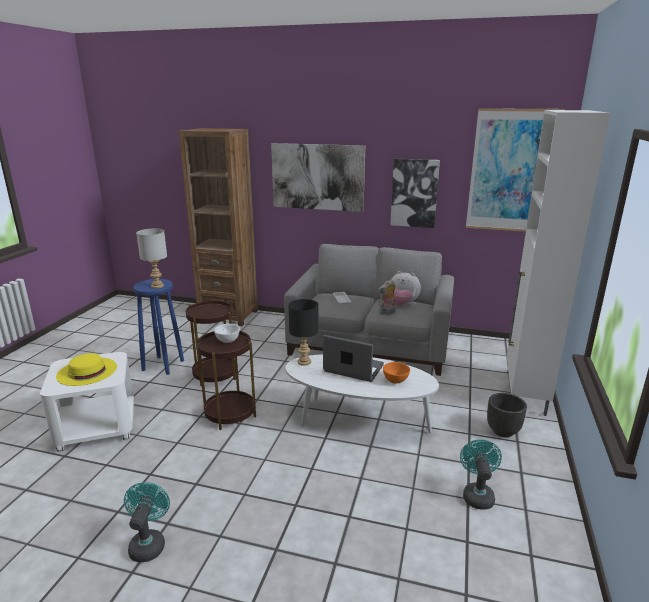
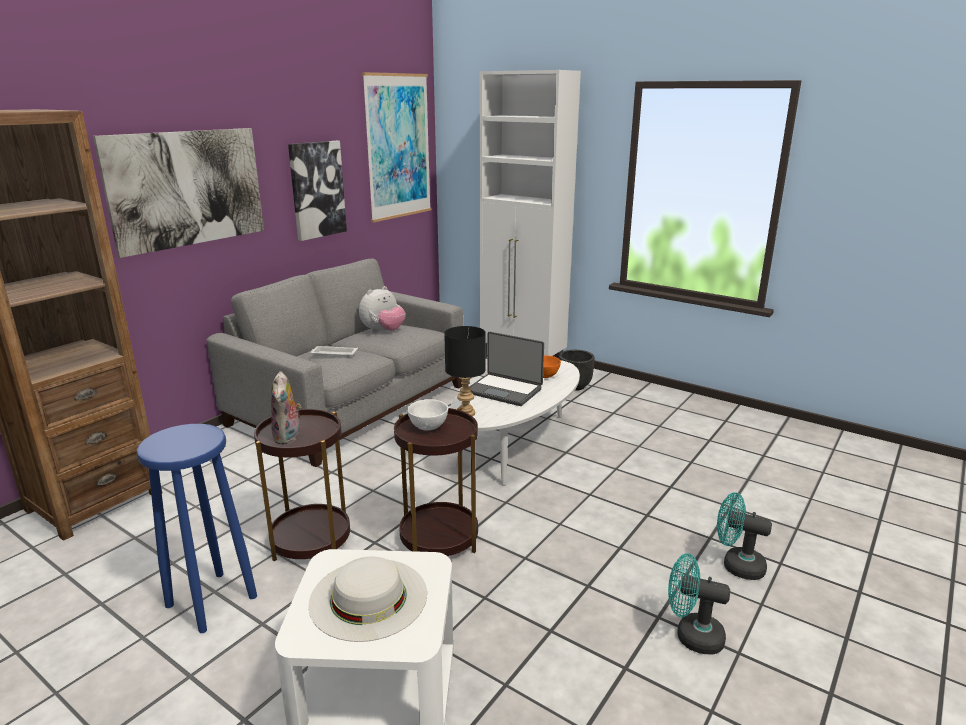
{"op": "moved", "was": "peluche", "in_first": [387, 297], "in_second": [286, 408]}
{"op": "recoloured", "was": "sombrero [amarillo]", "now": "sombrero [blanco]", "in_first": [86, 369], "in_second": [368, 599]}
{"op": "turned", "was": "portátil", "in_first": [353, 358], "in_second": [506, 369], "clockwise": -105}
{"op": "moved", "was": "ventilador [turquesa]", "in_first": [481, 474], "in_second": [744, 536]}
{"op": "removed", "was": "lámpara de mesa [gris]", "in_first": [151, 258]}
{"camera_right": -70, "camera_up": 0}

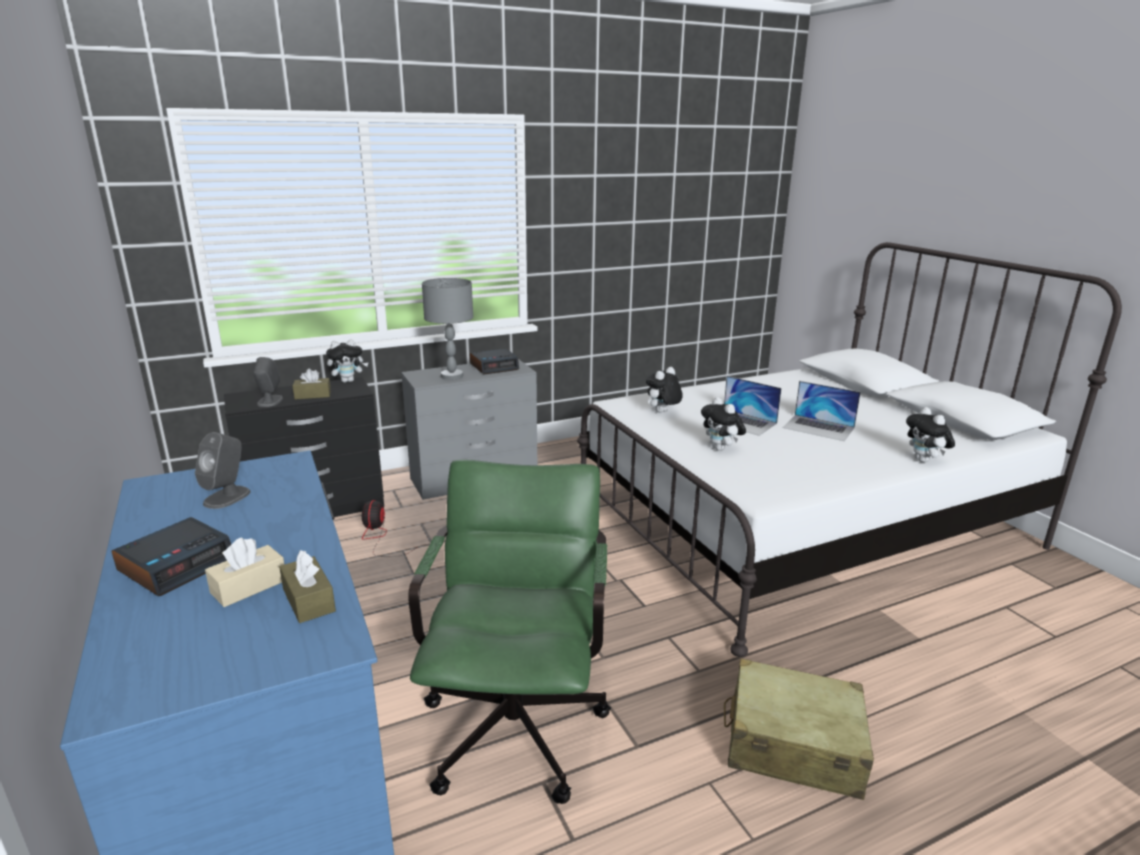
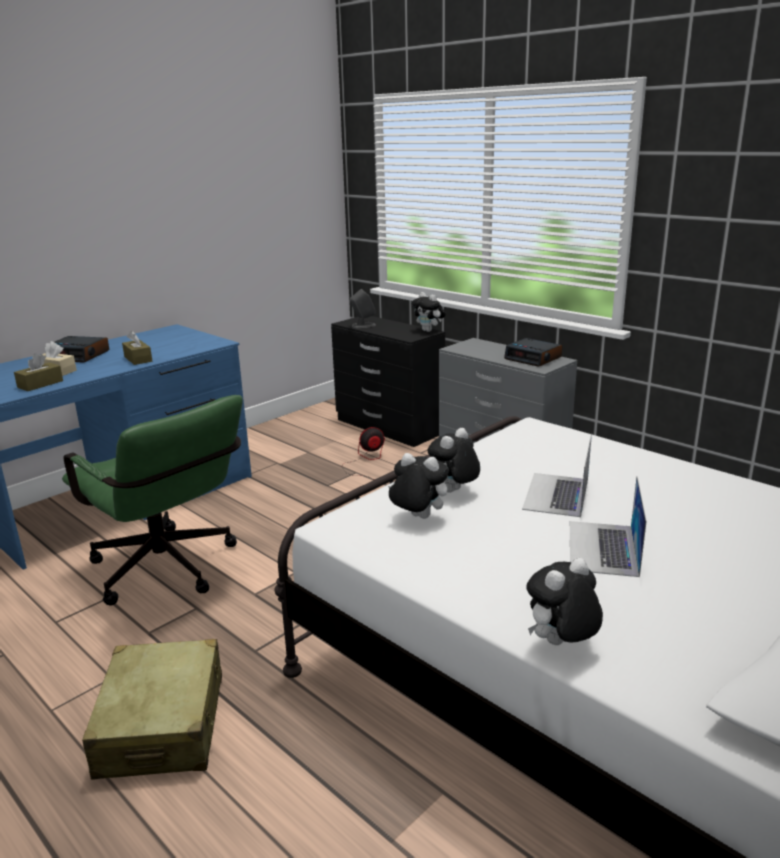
{"op": "turned", "was": "silla de oficina [verde]", "in_first": [509, 632], "in_second": [152, 500], "clockwise": 60}
{"op": "moved", "was": "caja de pañuelos [marrón]", "in_first": [312, 384], "in_second": [137, 348]}
{"op": "moved", "was": "peluche", "in_first": [664, 390], "in_second": [418, 486]}
{"op": "removed", "was": "altavoz [gris]", "in_first": [223, 470]}
{"op": "removed", "was": "lámpara de mesa [gris]", "in_first": [447, 329]}
{"camera_right": 70, "camera_up": 0}

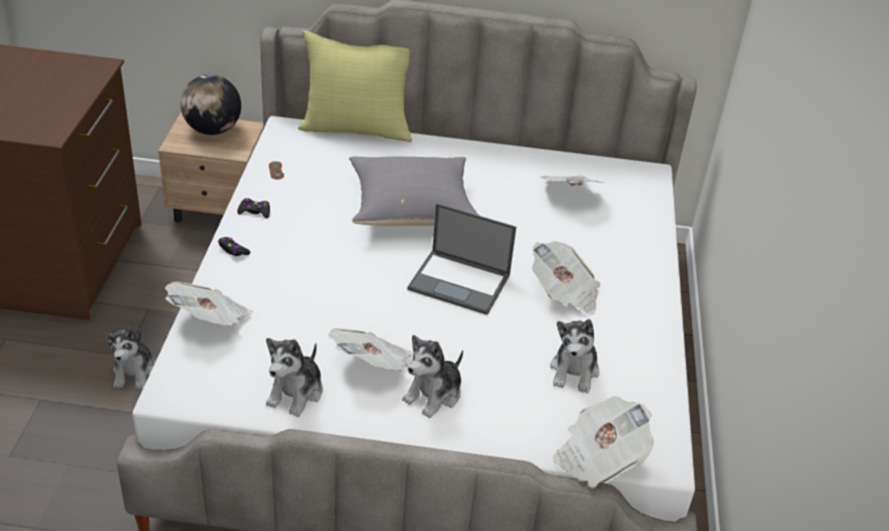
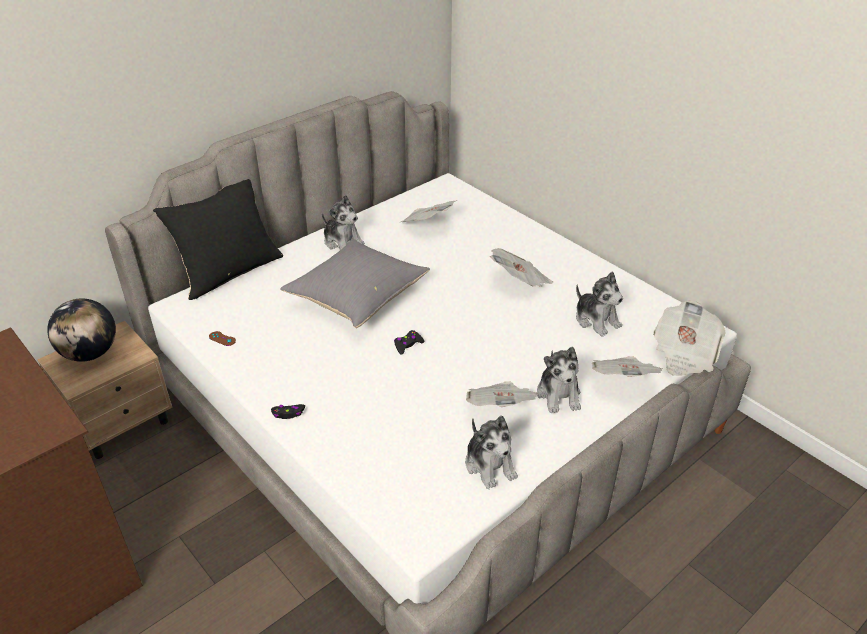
{"op": "recoloured", "was": "cojín [amarillo]", "now": "cojín [negro]", "in_first": [355, 86], "in_second": [218, 239]}
{"op": "moved", "was": "peluche", "in_first": [129, 359], "in_second": [343, 222]}
{"op": "moved", "was": "mando de consola [negro]", "in_first": [253, 208], "in_second": [409, 342]}
{"op": "moved", "was": "periódico", "in_first": [209, 304], "in_second": [627, 366]}
{"op": "removed", "was": "portátil", "in_first": [461, 259]}
{"camera_right": -45, "camera_up": 0}

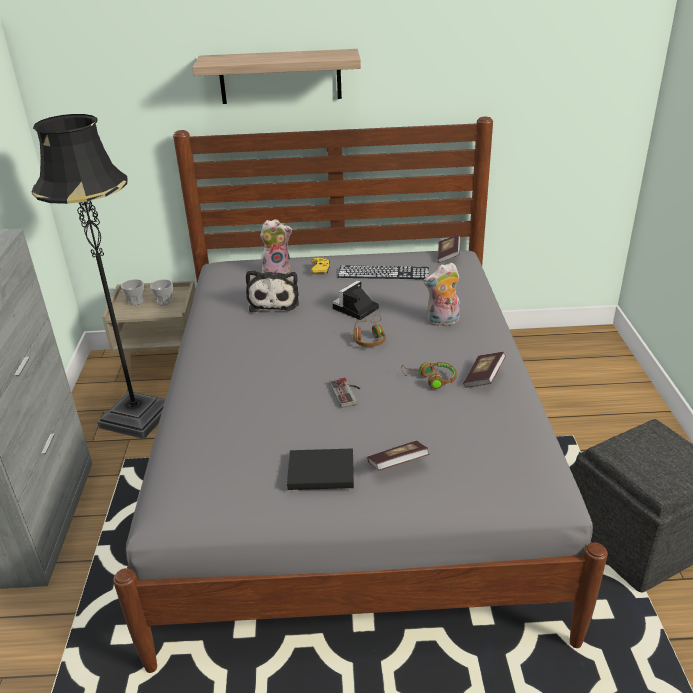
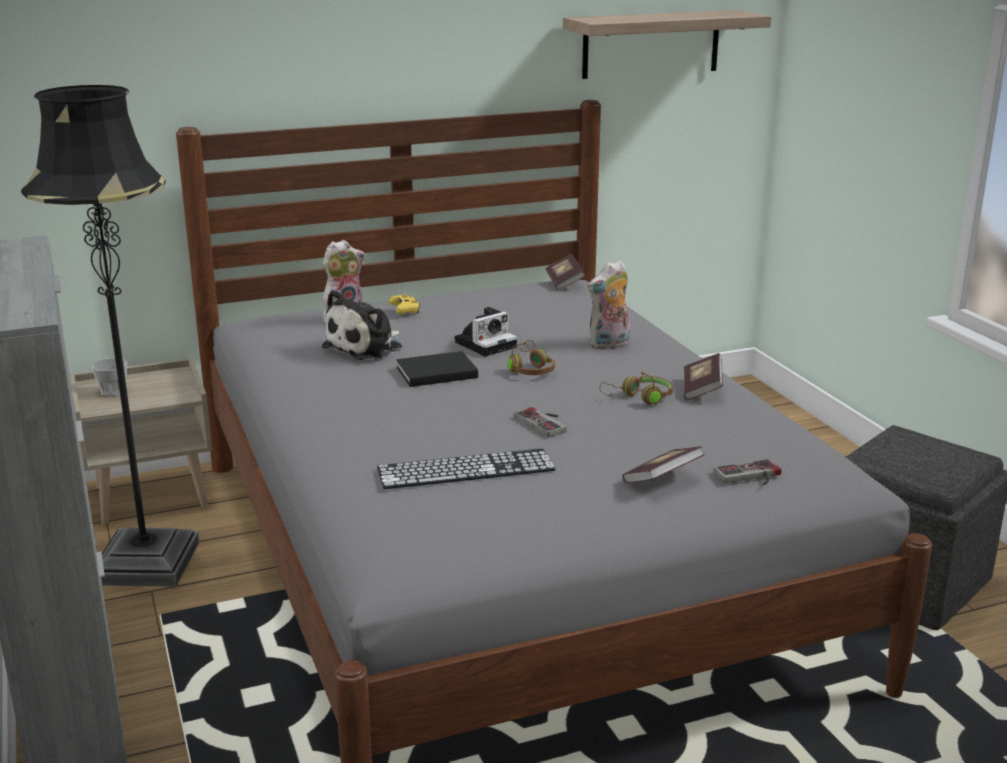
{"op": "turned", "was": "peluche", "in_first": [272, 291], "in_second": [362, 325], "clockwise": 60}
{"op": "moved", "was": "teclado", "in_first": [383, 272], "in_second": [466, 469]}
{"op": "moved", "was": "libro [negro]", "in_first": [320, 469], "in_second": [437, 369]}
{"op": "turned", "was": "cámara", "in_first": [355, 300], "in_second": [486, 332], "clockwise": -150}
{"op": "moved", "was": "estante", "in_first": [276, 76], "in_second": [667, 44]}
{"op": "added", "now": "mando de consola", "in_second": [747, 472]}
{"op": "removed", "was": "taza", "in_first": [161, 292]}
{"camera_right": -20, "camera_up": -10}

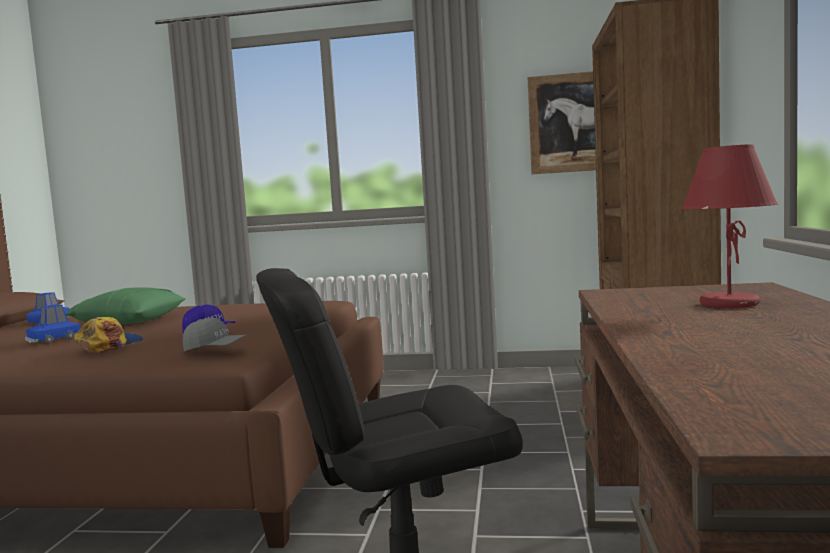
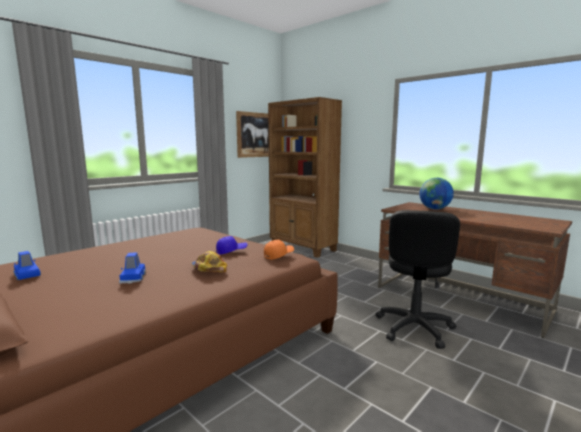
{"op": "recoloured", "was": "gorra [gris]", "now": "gorra [naranja]", "in_first": [215, 334], "in_second": [279, 250]}
{"op": "replaced", "was": "lámpara de mesa [rojo]", "now": "globo terráqueo", "in_first": [730, 226], "in_second": [436, 193]}
{"op": "removed", "was": "cojín [verde]", "in_first": [125, 305]}
{"camera_right": -55, "camera_up": 5}

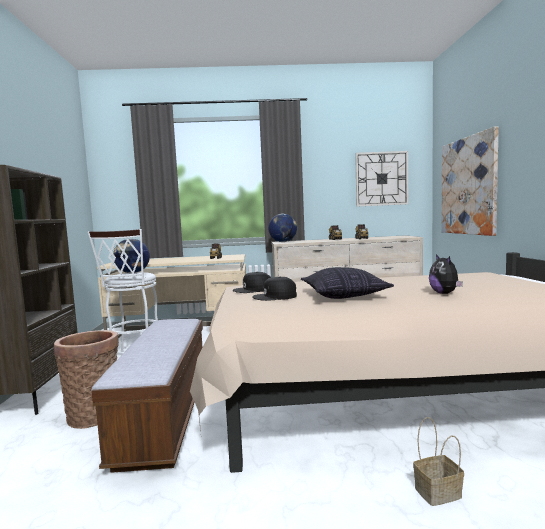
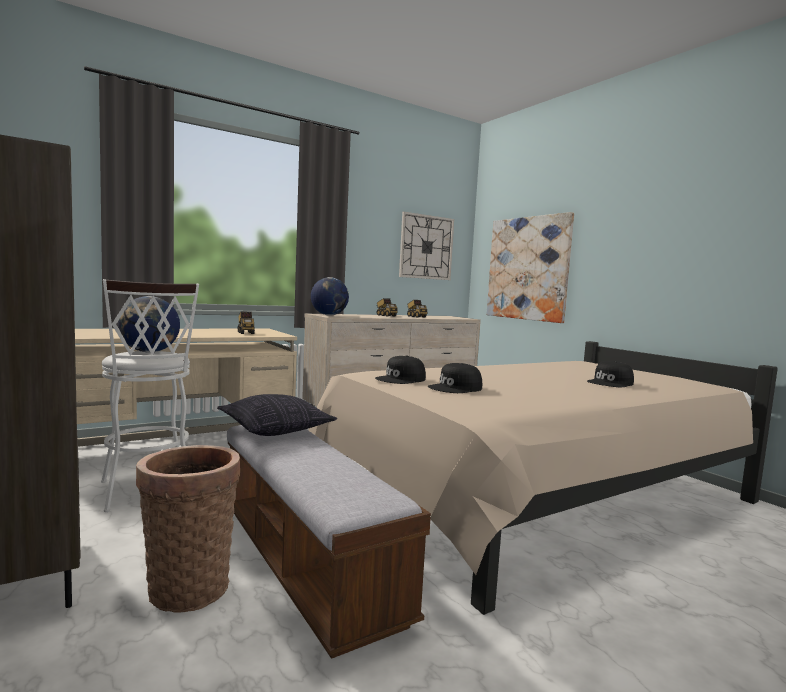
{"op": "moved", "was": "cojín", "in_first": [347, 283], "in_second": [277, 415]}
{"op": "replaced", "was": "peluche", "now": "gorra [negro]", "in_first": [446, 274], "in_second": [610, 374]}
{"op": "removed", "was": "cesta", "in_first": [438, 461]}
{"camera_right": -30, "camera_up": 0}

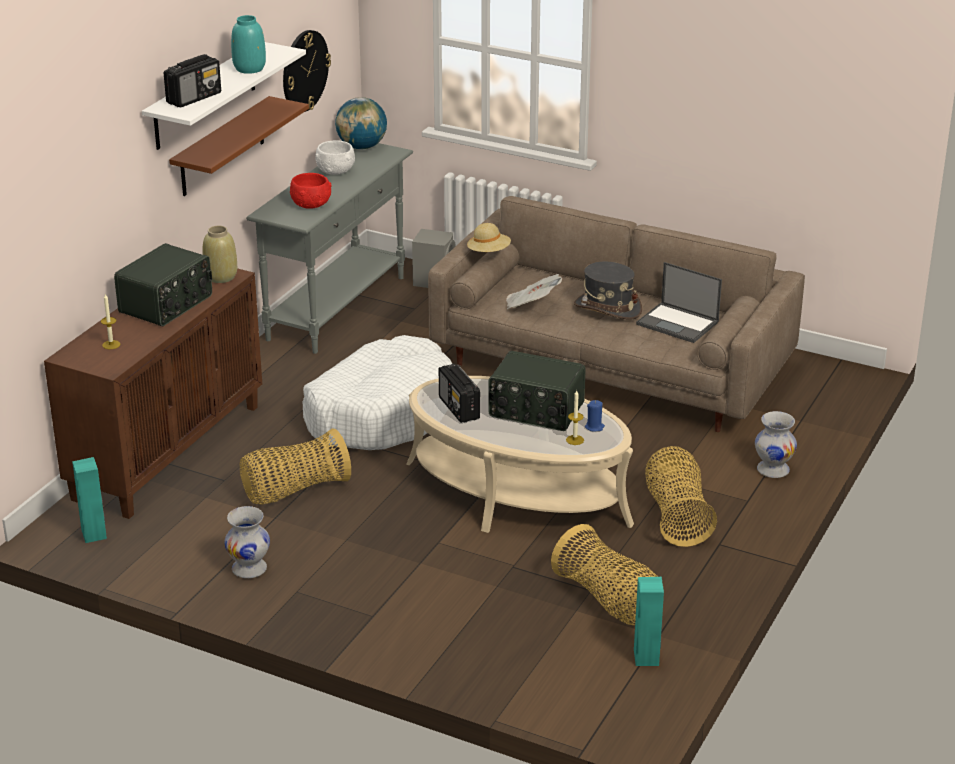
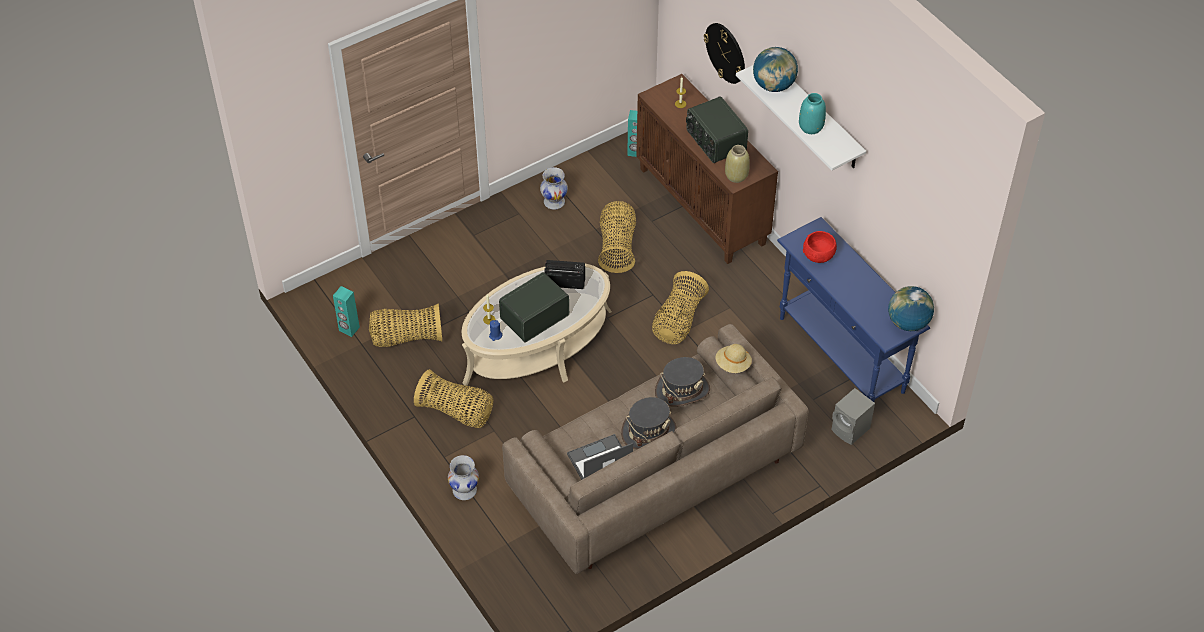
{"op": "replaced", "was": "cama para perro [blanco]", "now": "cesta", "in_first": [377, 392], "in_second": [680, 307]}
{"op": "replaced", "was": "periódico", "now": "sombrero [gris]", "in_first": [534, 291], "in_second": [682, 382]}
{"op": "moved", "was": "reloj de pared", "in_first": [307, 71], "in_second": [724, 53]}
{"op": "replaced", "was": "radio", "now": "globo terráqueo", "in_first": [192, 81], "in_second": [775, 69]}
{"op": "recoloured", "was": "mesa consola [gris]", "now": "mesa consola [azul]", "in_first": [329, 248], "in_second": [853, 309]}
{"op": "removed", "was": "estante [marrón]", "in_first": [239, 146]}
{"op": "removed", "was": "cuenco [blanco]", "in_first": [335, 157]}
{"camera_right": 120, "camera_up": 20}

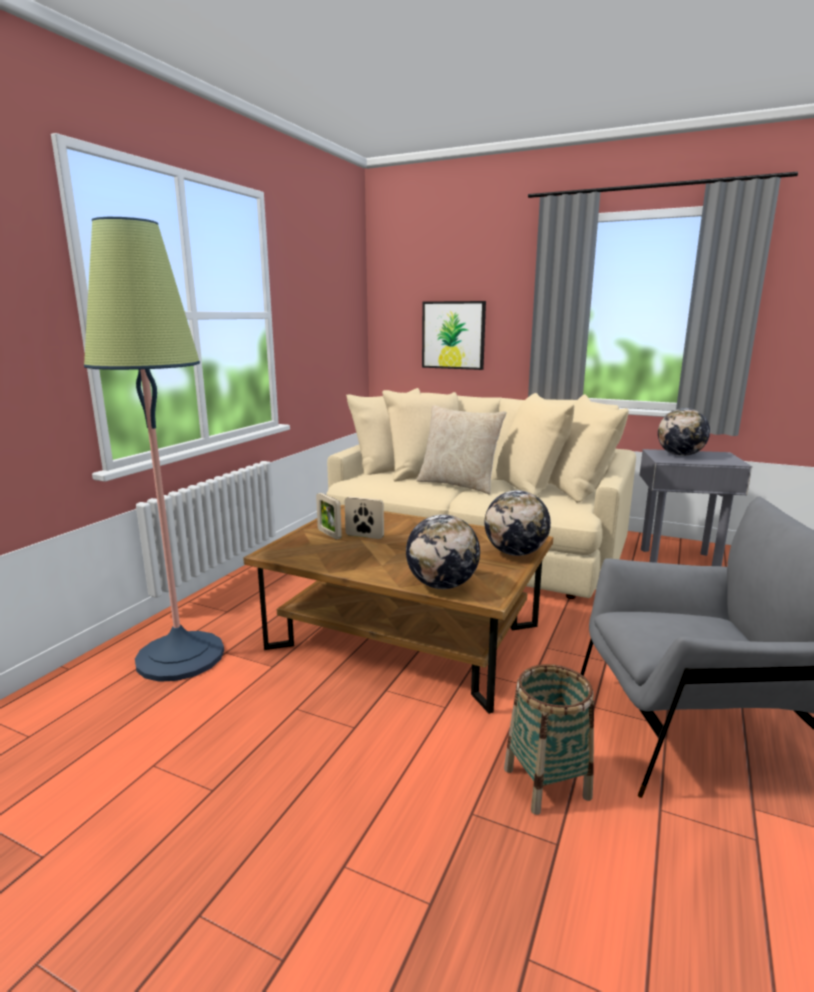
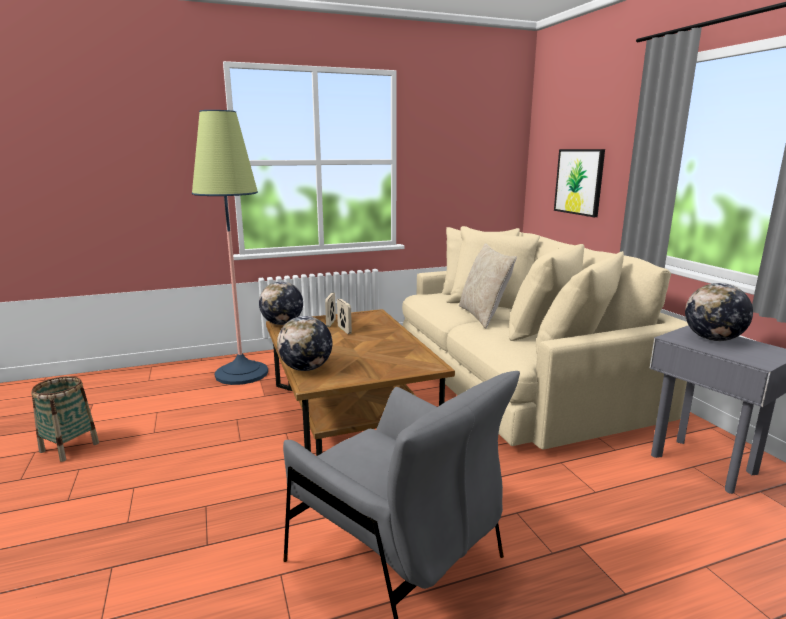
{"op": "moved", "was": "cesta", "in_first": [549, 739], "in_second": [65, 419]}
{"op": "moved", "was": "globo terráqueo", "in_first": [518, 523], "in_second": [281, 303]}
{"camera_right": 45, "camera_up": 0}

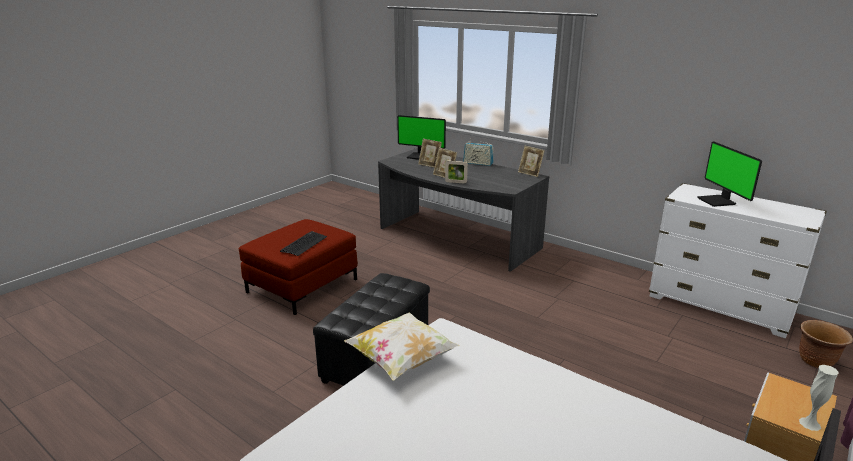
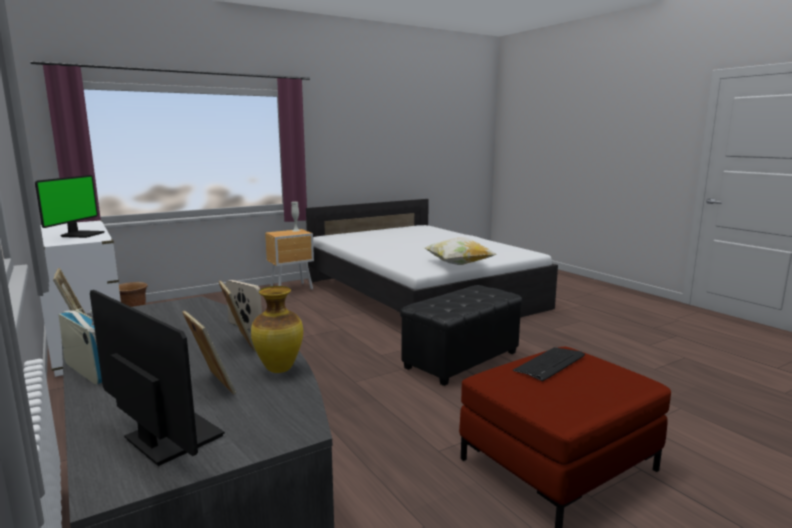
{"op": "added", "now": "florero", "in_second": [277, 329]}
{"camera_right": -160, "camera_up": -10}

